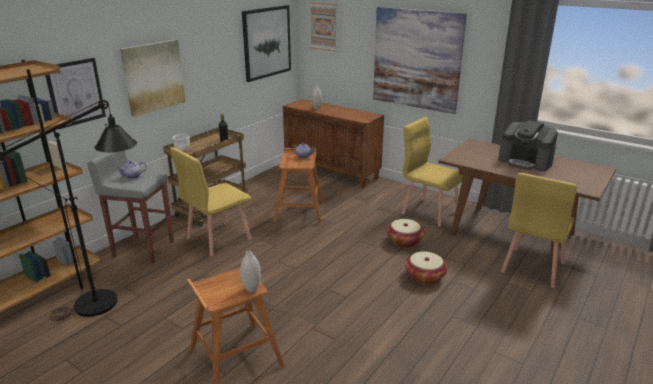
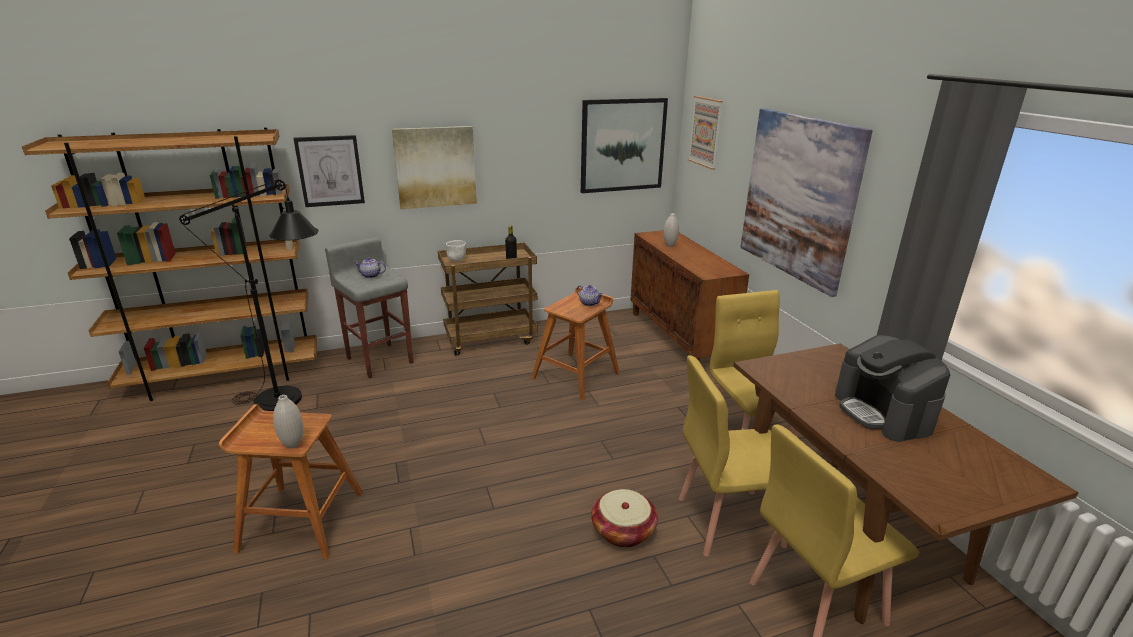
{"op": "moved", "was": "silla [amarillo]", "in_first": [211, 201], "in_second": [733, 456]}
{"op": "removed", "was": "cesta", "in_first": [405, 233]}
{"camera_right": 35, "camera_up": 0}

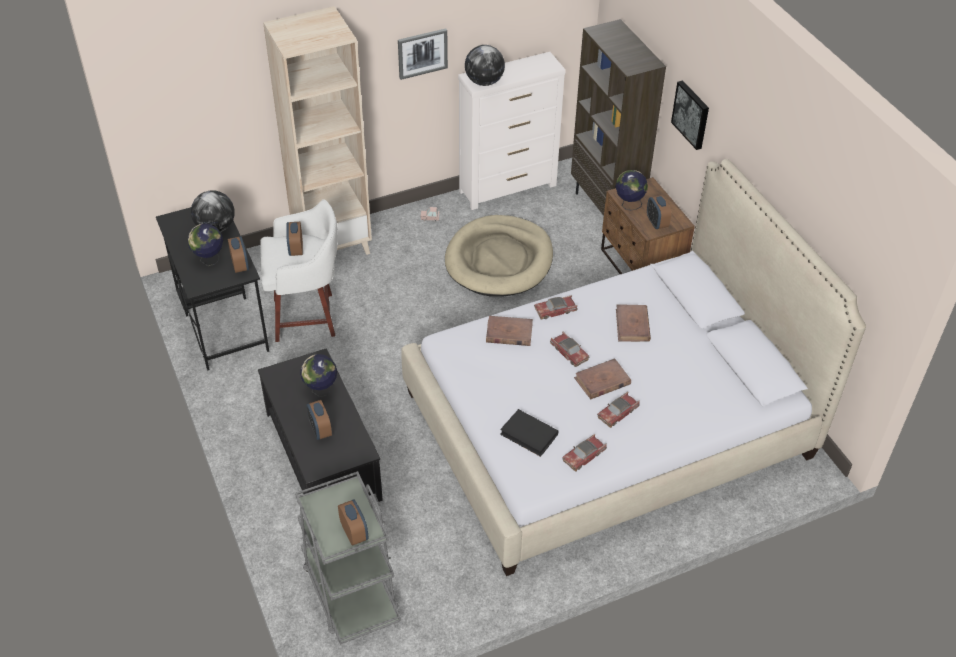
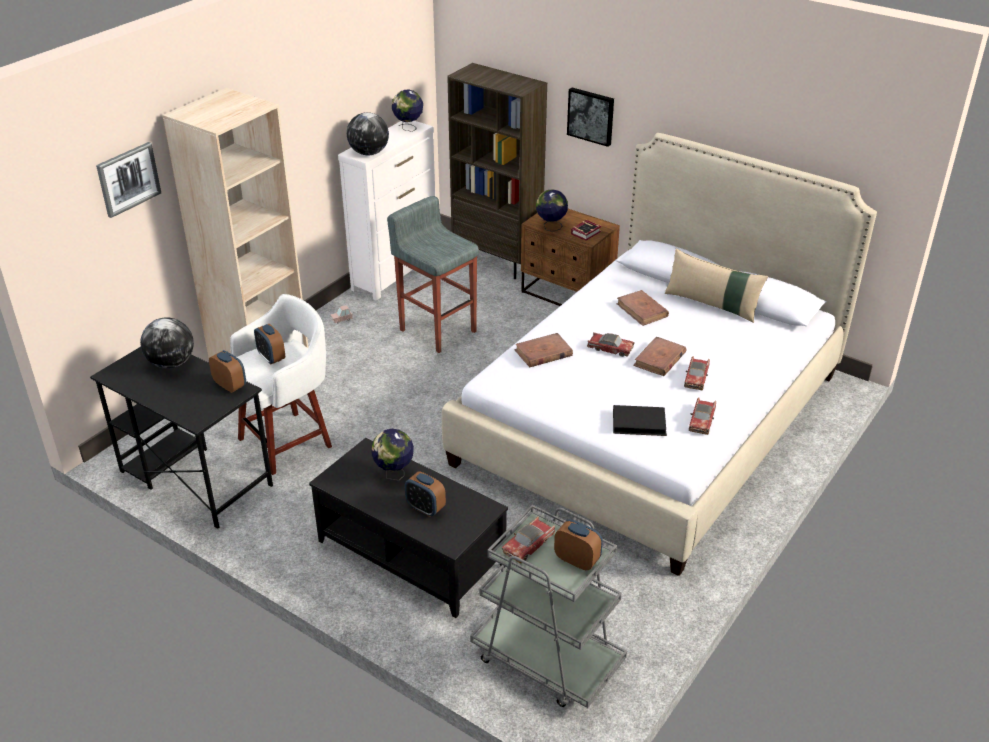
{"op": "moved", "was": "cuadro", "in_first": [423, 54], "in_second": [128, 180]}
{"op": "replaced", "was": "cama para perro [beis]", "now": "taburete [gris]", "in_first": [499, 256], "in_second": [433, 274]}
{"op": "moved", "was": "globo terráqueo", "in_first": [205, 244], "in_second": [407, 111]}
{"op": "moved", "was": "coche de juguete", "in_first": [556, 307], "in_second": [528, 540]}
{"op": "replaced", "was": "despertador", "now": "libro", "in_first": [659, 212], "in_second": [586, 230]}
{"op": "added", "now": "cojín [beis]", "in_second": [716, 285]}
{"camera_right": -30, "camera_up": -10}

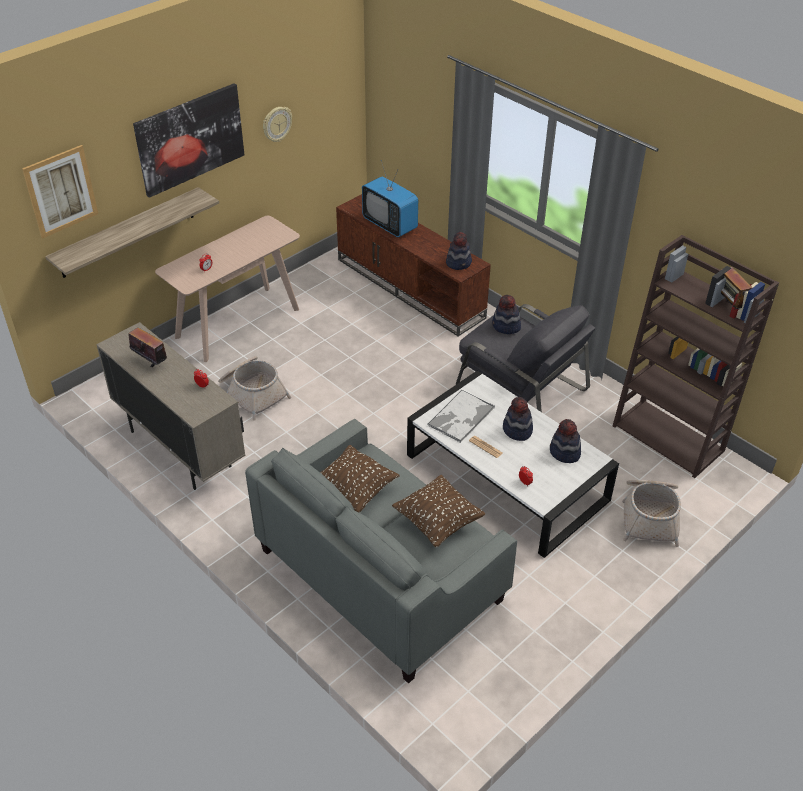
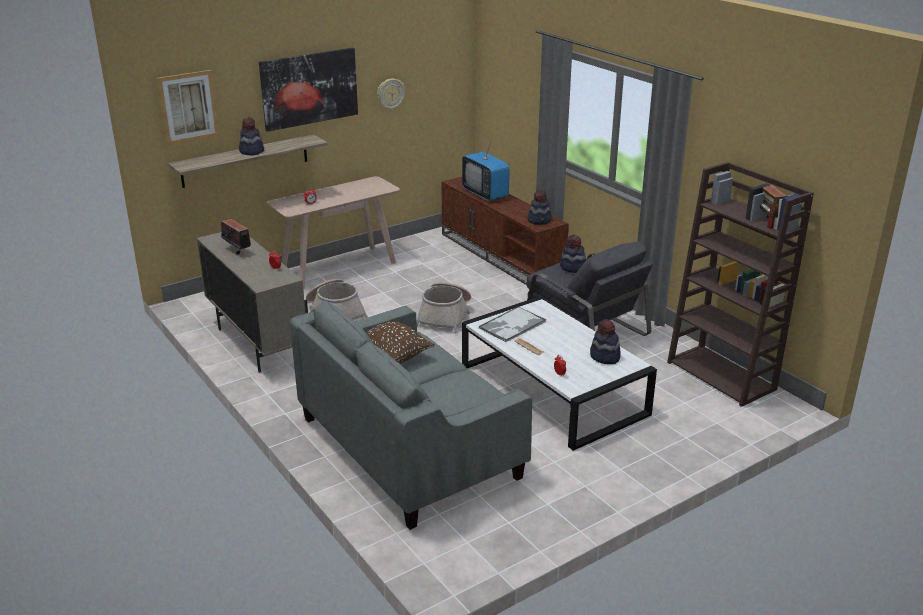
{"op": "moved", "was": "sombrero", "in_first": [518, 419], "in_second": [251, 136]}
{"op": "moved", "was": "cesta", "in_first": [651, 513], "in_second": [444, 307]}
{"op": "removed", "was": "cojín [marrón]", "in_first": [438, 511]}
{"camera_right": 10, "camera_up": -15}

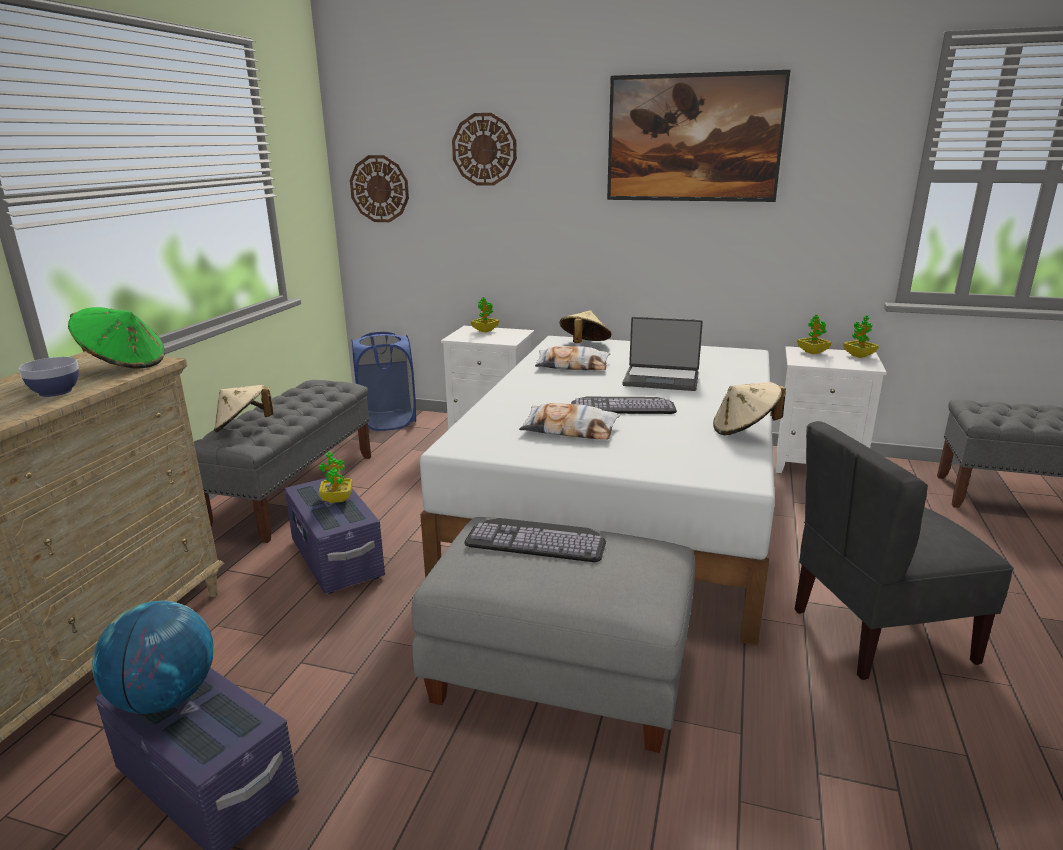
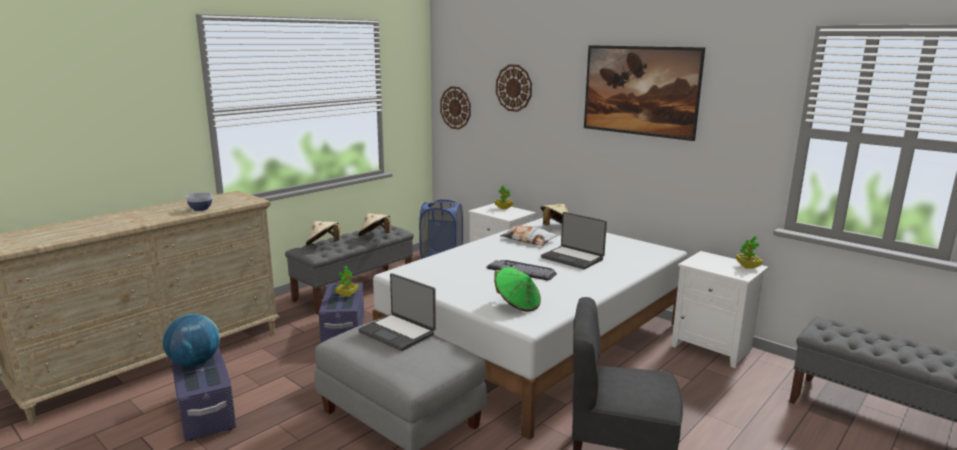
{"op": "moved", "was": "sombrero [beis]", "in_first": [749, 408], "in_second": [374, 224]}
{"op": "replaced", "was": "teclado", "now": "portátil", "in_first": [535, 540], "in_second": [397, 312]}
{"op": "moved", "was": "sombrero [verde]", "in_first": [116, 338], "in_second": [517, 289]}
{"op": "removed", "was": "cojín", "in_first": [570, 421]}
{"op": "removed", "was": "planta en maceta", "in_first": [814, 334]}
{"camera_right": 25, "camera_up": -5}

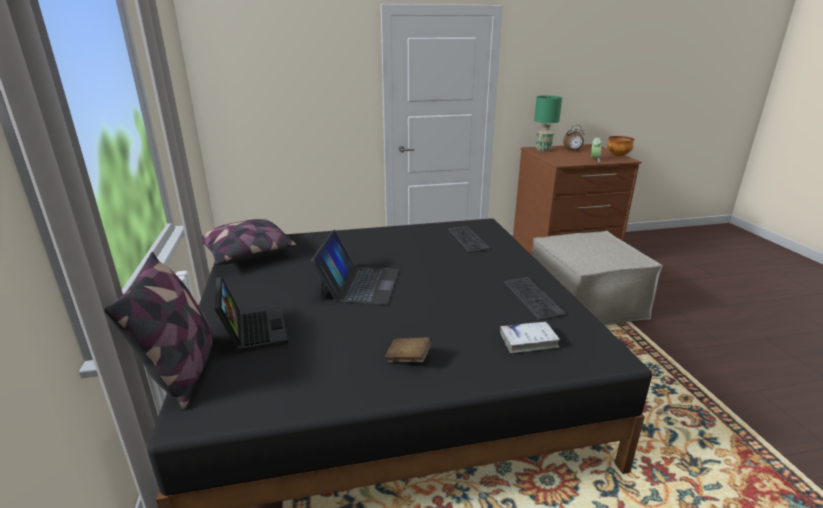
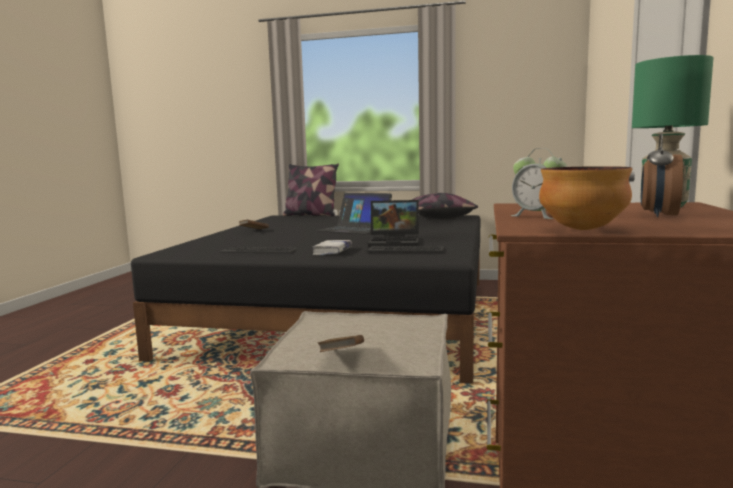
{"op": "moved", "was": "libro [blanco]", "in_first": [530, 337], "in_second": [332, 247]}
{"op": "added", "now": "libro [marrón]", "in_second": [341, 343]}
{"op": "moved", "was": "portátil", "in_first": [251, 314], "in_second": [393, 223]}
{"camera_right": 115, "camera_up": -15}

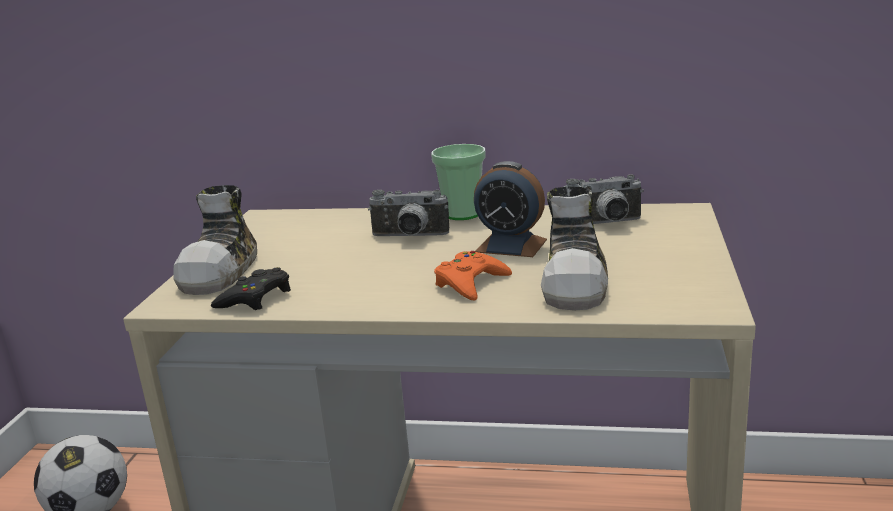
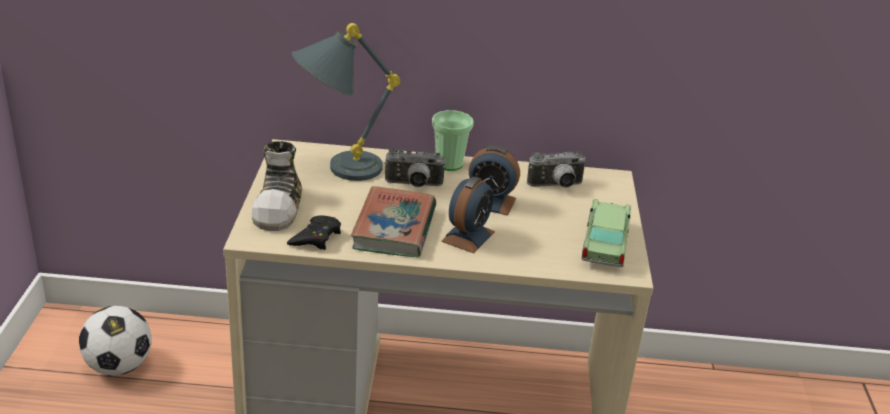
{"op": "added", "now": "lámpara de mesa [gris]", "in_second": [346, 102]}
{"op": "added", "now": "libro", "in_second": [393, 221]}
{"op": "replaced", "was": "mando de consola [naranja]", "now": "despertador", "in_first": [473, 275], "in_second": [468, 215]}
{"op": "added", "now": "coche de juguete", "in_second": [606, 233]}
{"op": "removed", "was": "zapato", "in_first": [574, 248]}
{"camera_right": -10, "camera_up": 10}

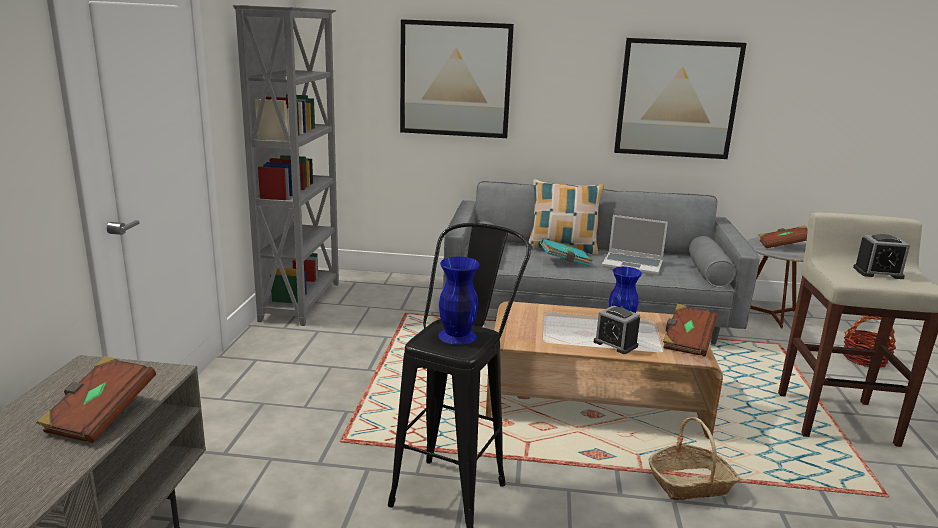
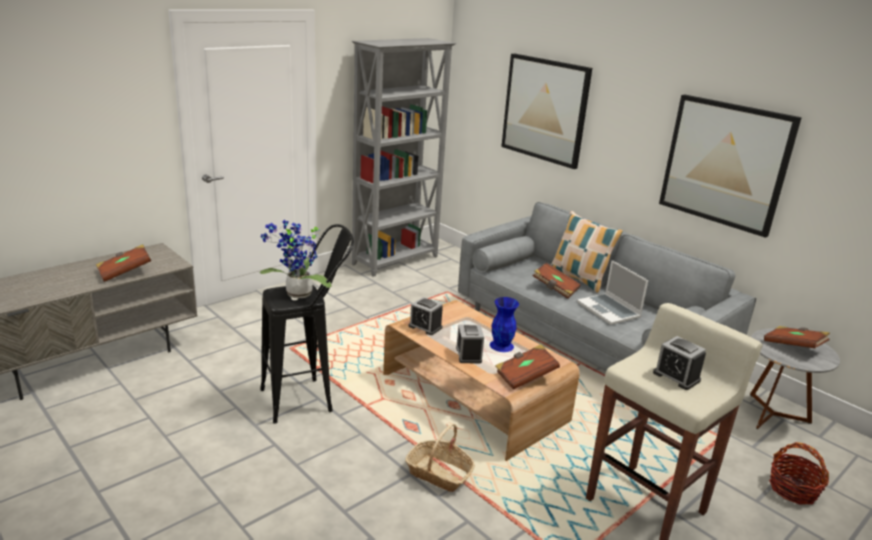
{"op": "replaced", "was": "florero [azul]", "now": "planta en maceta", "in_first": [459, 301], "in_second": [295, 259]}
{"op": "added", "now": "despertador", "in_second": [425, 316]}
{"op": "recoloured", "was": "libro [turquesa]", "now": "libro [marrón]", "in_first": [566, 252], "in_second": [557, 281]}
{"camera_right": 40, "camera_up": 5}

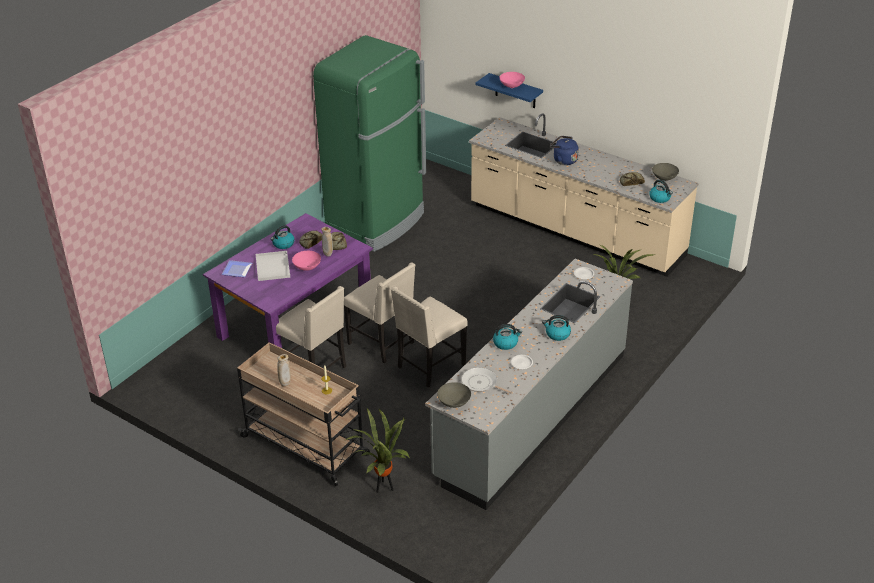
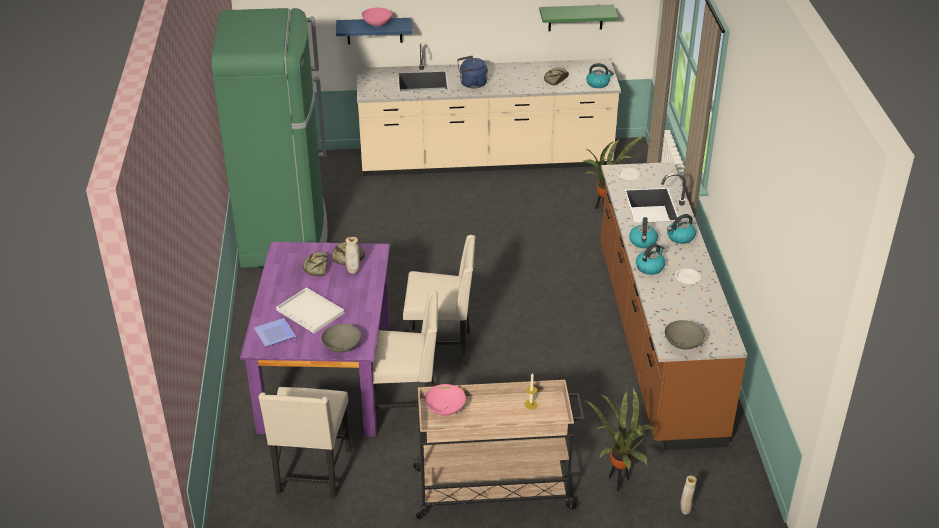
{"op": "moved", "was": "silla [beis]", "in_first": [429, 337], "in_second": [304, 443]}
{"op": "moved", "was": "cuenco [gris]", "in_first": [665, 172], "in_second": [341, 338]}
{"op": "moved", "was": "cuenco [rosa]", "in_first": [306, 261], "in_second": [445, 400]}
{"op": "added", "now": "estante [verde]", "in_second": [578, 18]}
{"op": "recoloured", "was": "mueble bajo de cocina [gris]", "now": "mueble bajo de cocina [marrón]", "in_first": [529, 384], "in_second": [673, 306]}
{"op": "moved", "was": "hervidor", "in_first": [282, 237], "in_second": [643, 232]}
{"op": "moved", "was": "florero [beis]", "in_first": [284, 370], "in_second": [689, 494]}
{"op": "removed", "was": "sartén", "in_first": [487, 380]}
{"camera_right": -40, "camera_up": 0}

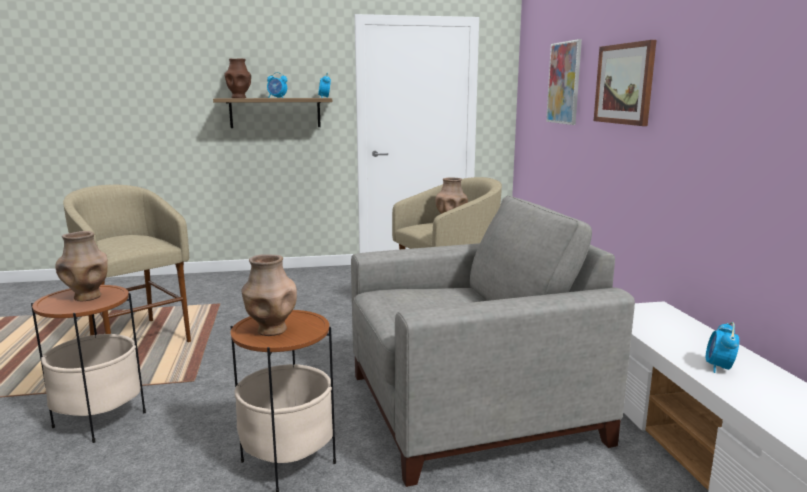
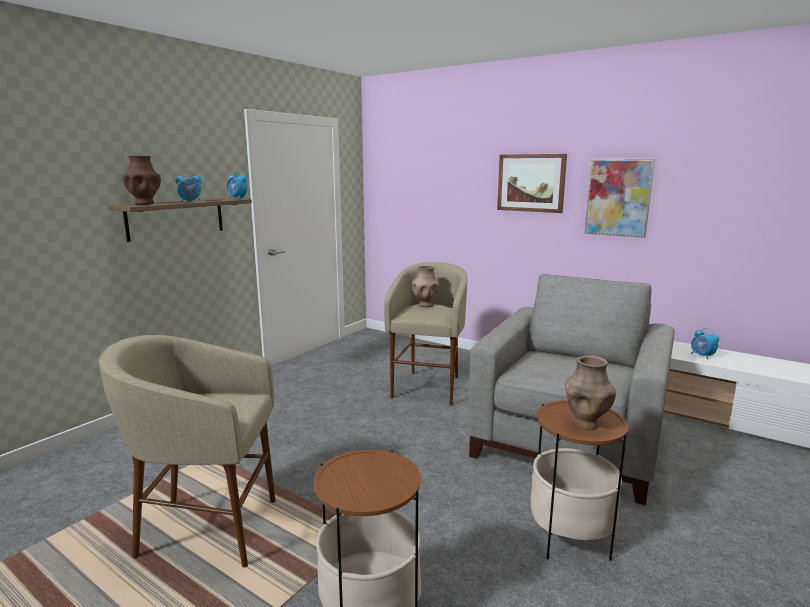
{"op": "moved", "was": "cuadro", "in_first": [564, 82], "in_second": [619, 198]}
{"op": "removed", "was": "florero [marrón]", "in_first": [81, 266]}
{"camera_right": -45, "camera_up": 0}

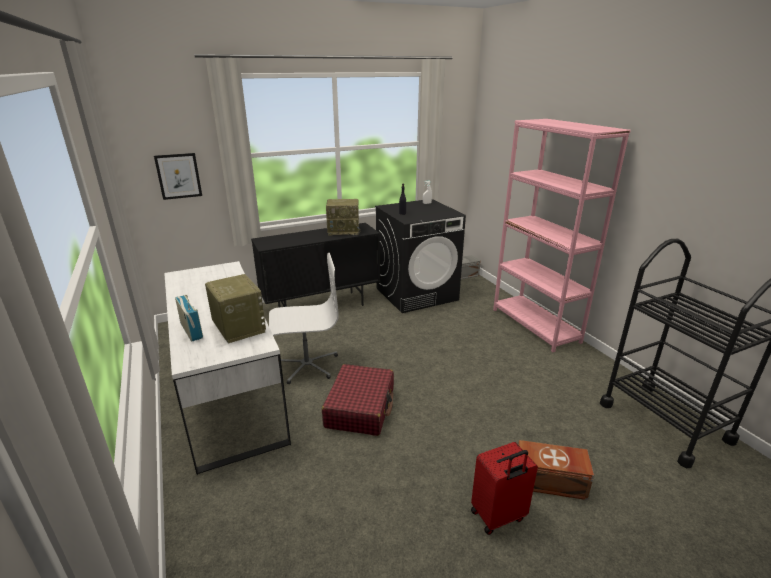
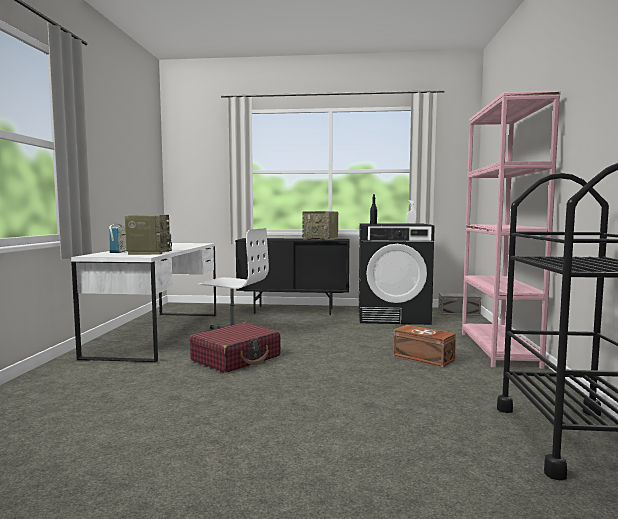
{"op": "moved", "was": "caja de almacenaje [marrón]", "in_first": [556, 470], "in_second": [424, 346]}
{"op": "removed", "was": "cuadro", "in_first": [178, 176]}
{"op": "removed", "was": "maleta [rojo]", "in_first": [504, 488]}
{"camera_right": 30, "camera_up": -20}

